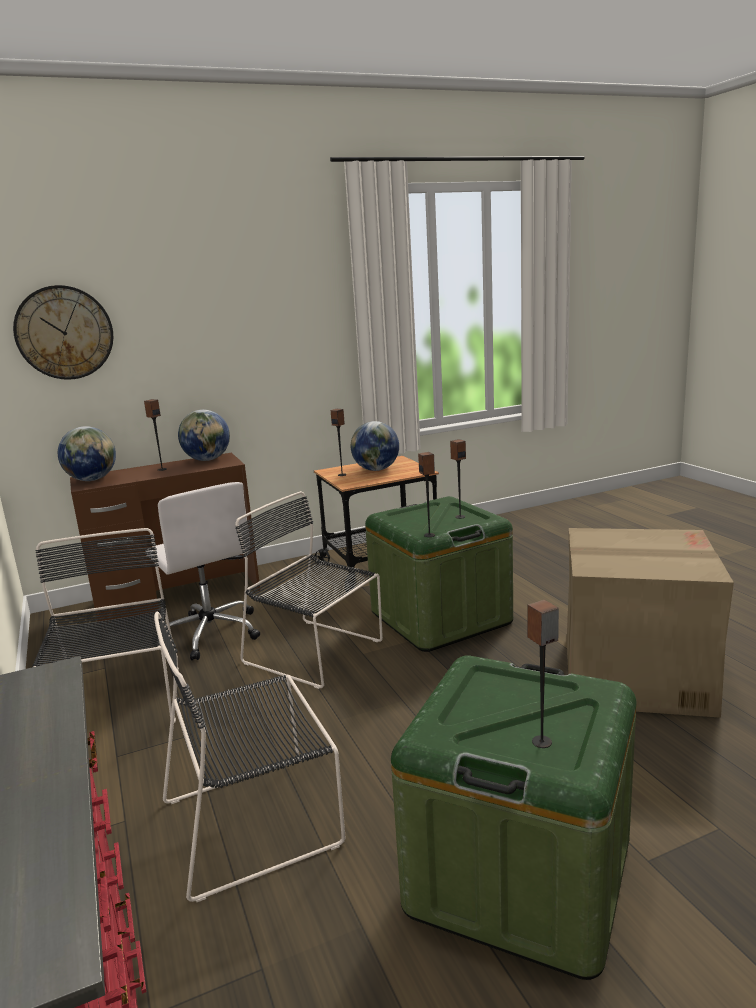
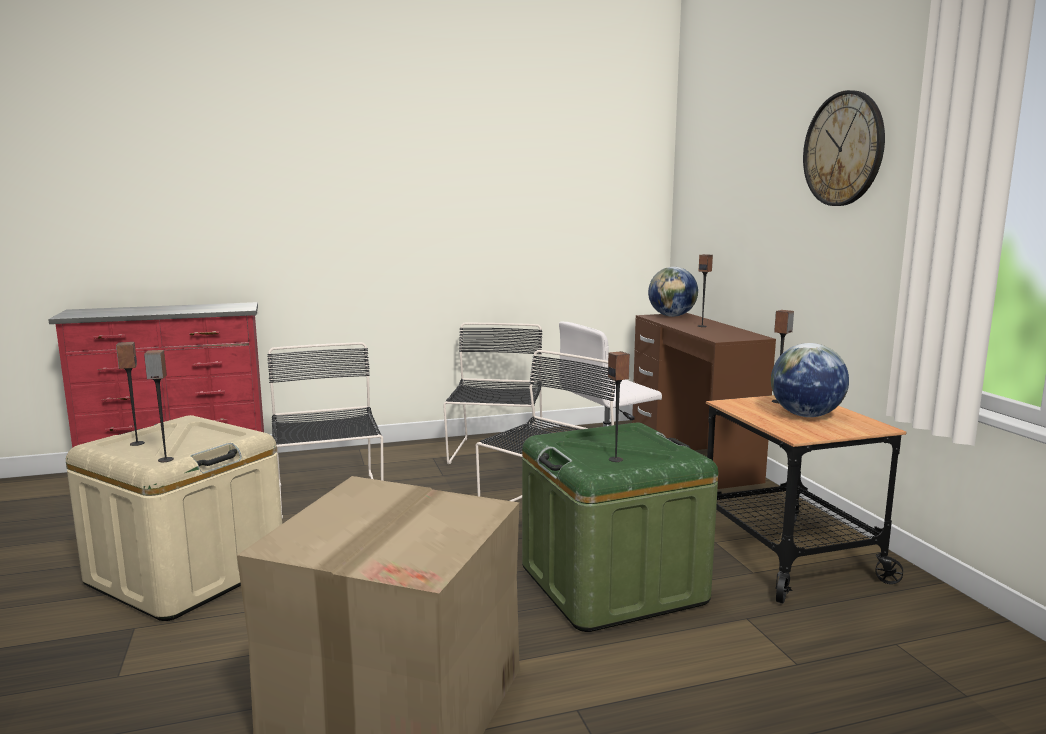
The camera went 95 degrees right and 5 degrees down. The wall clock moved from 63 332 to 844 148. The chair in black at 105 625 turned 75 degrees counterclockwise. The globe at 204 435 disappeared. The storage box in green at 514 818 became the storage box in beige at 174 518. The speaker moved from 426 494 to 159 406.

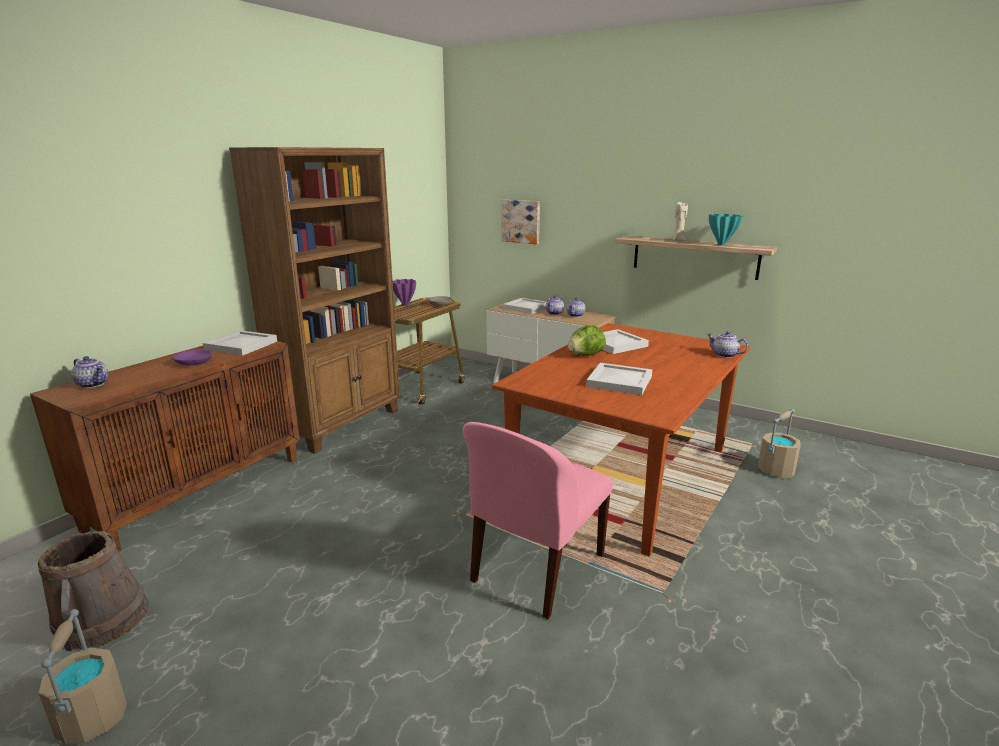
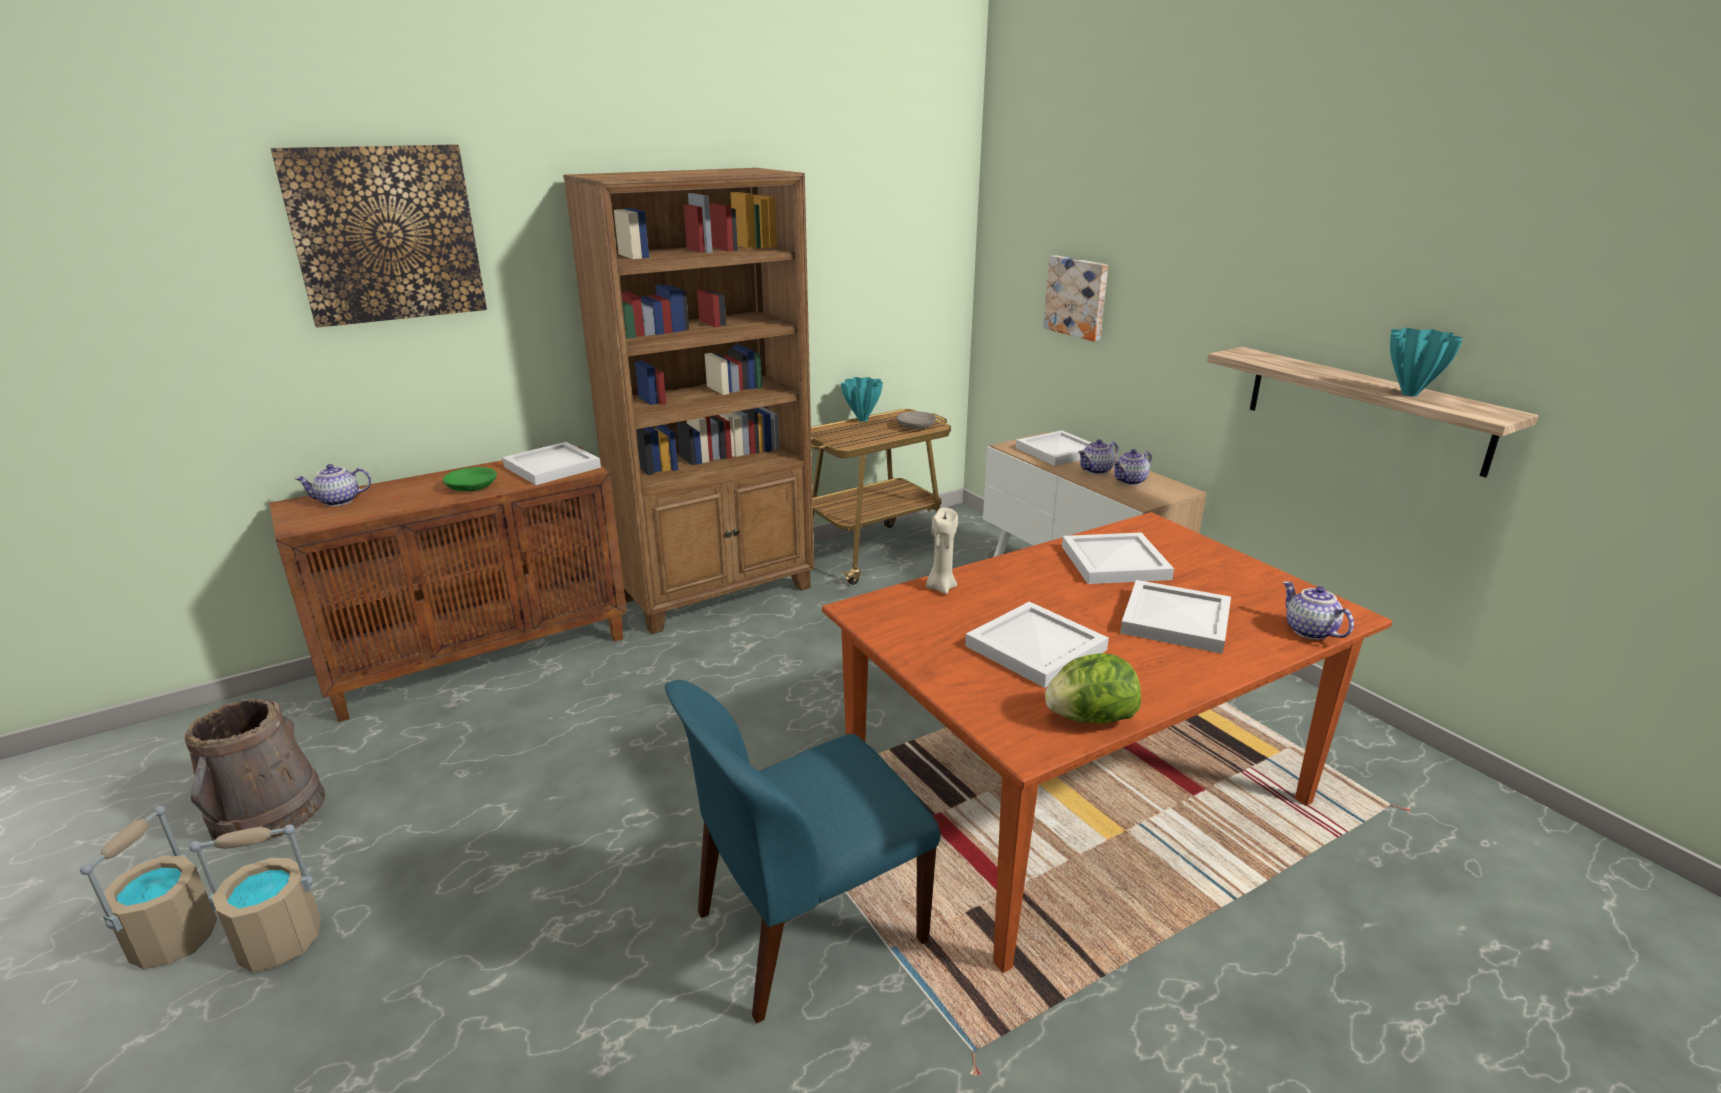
The camera went 25 degrees right and 5 degrees up. The teapot at 90 372 turned 105 degrees clockwise. The bowl in purple at 193 357 became the bowl in green at 470 479. The vase in purple at 404 292 became the vase in turquoise at 862 399. The chair in pink at 538 520 became the chair in blue at 803 851. The lettuce moved from 587 340 to 1093 688. The candle in beige moved from 680 221 to 942 550. The bucket in beige moved from 779 443 to 255 898. The picture at 378 236 appeared. The tray in white at 1175 617 appeared.

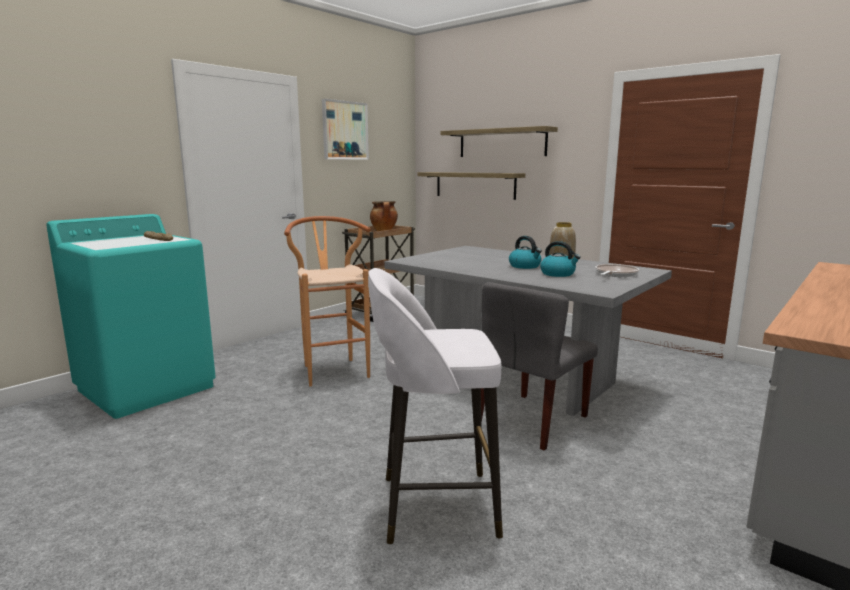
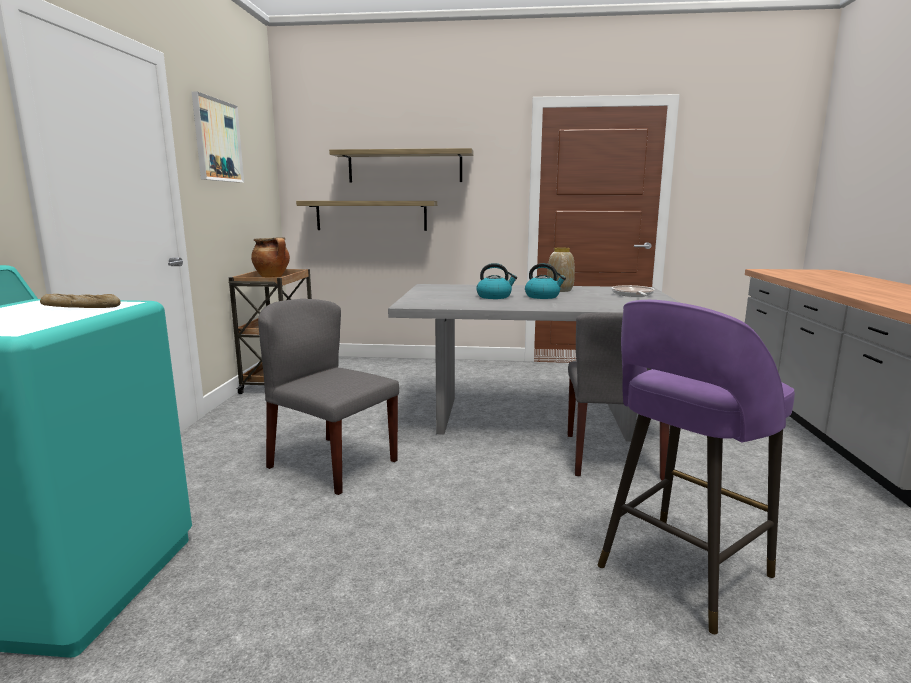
The camera went 35 degrees left and 0 degrees up. The stool in brown at 327 301 was replaced by the chair in grey at 328 397. The stool in white at 435 406 became the stool in purple at 696 467. The kettle moved from 560 259 to 496 281.

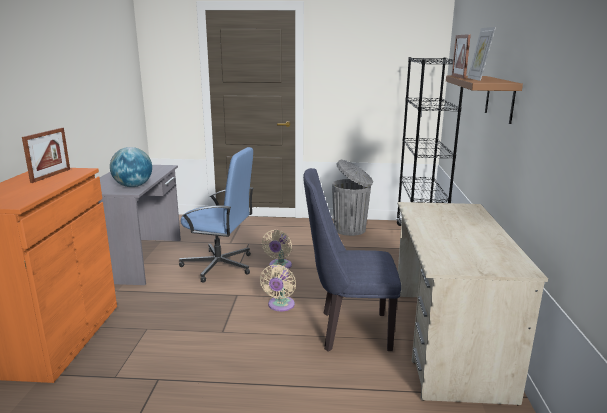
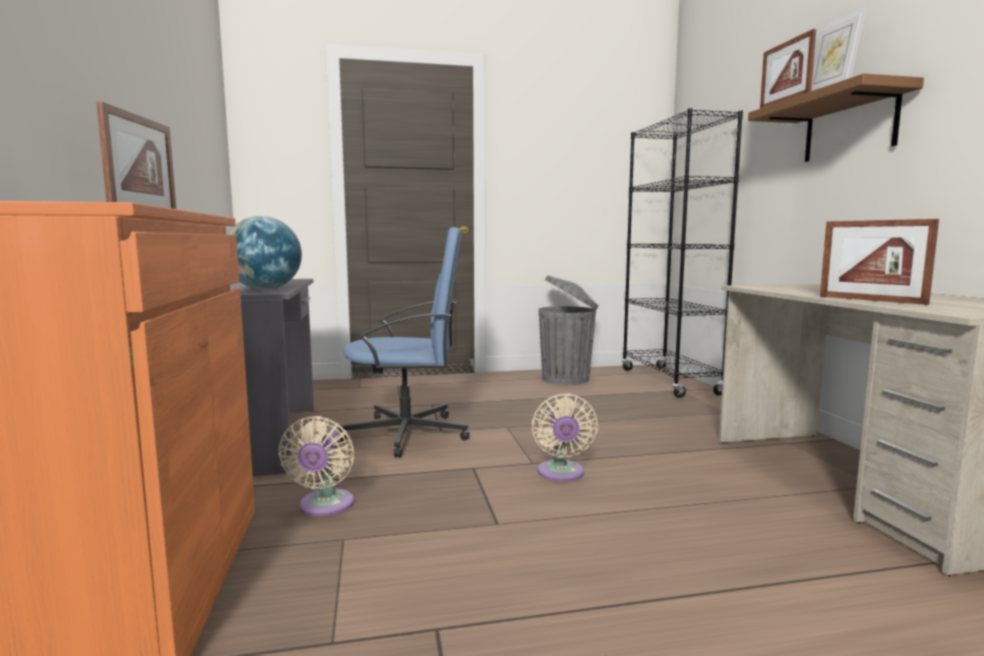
The camera went 15 degrees left and 10 degrees down. The fan in beige moved from 277 249 to 316 466. The chair in blue at 352 260 disappeared. The picture frame at 879 262 appeared.

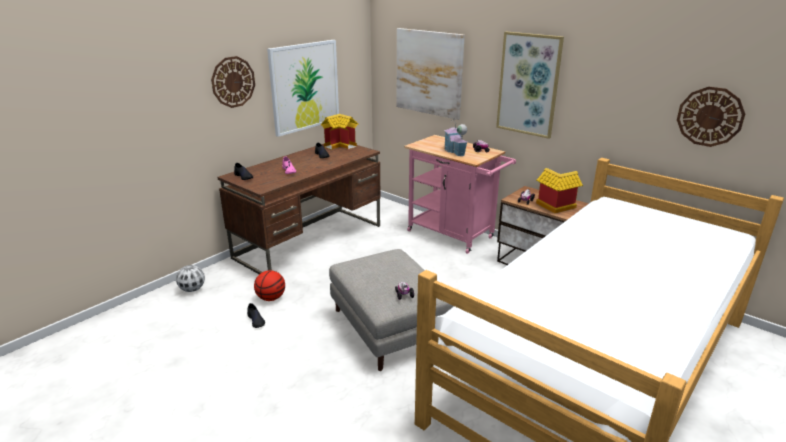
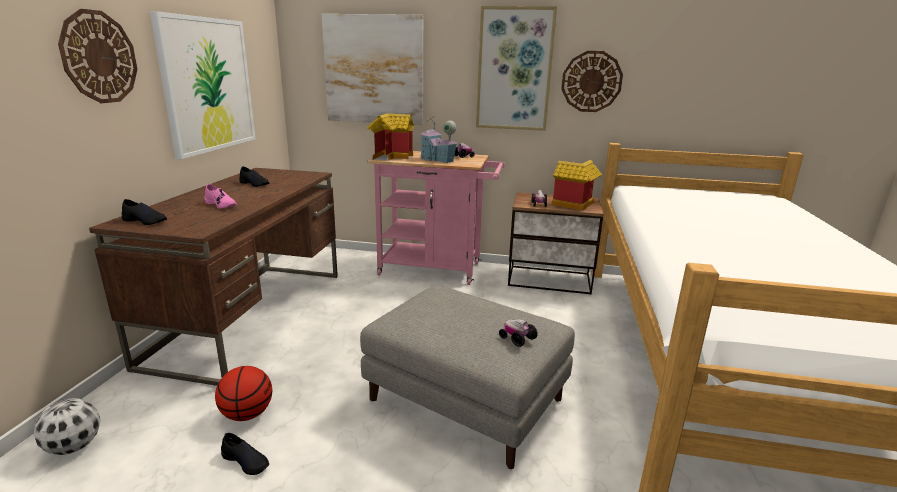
The camera went 30 degrees left and 5 degrees down. The toy house moved from 339 131 to 390 137. The wall clock moved from 711 117 to 592 81.

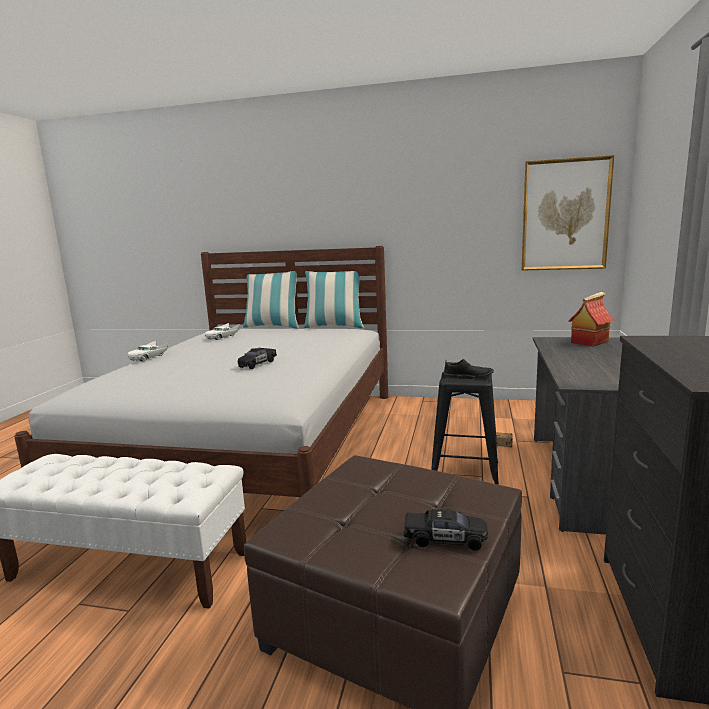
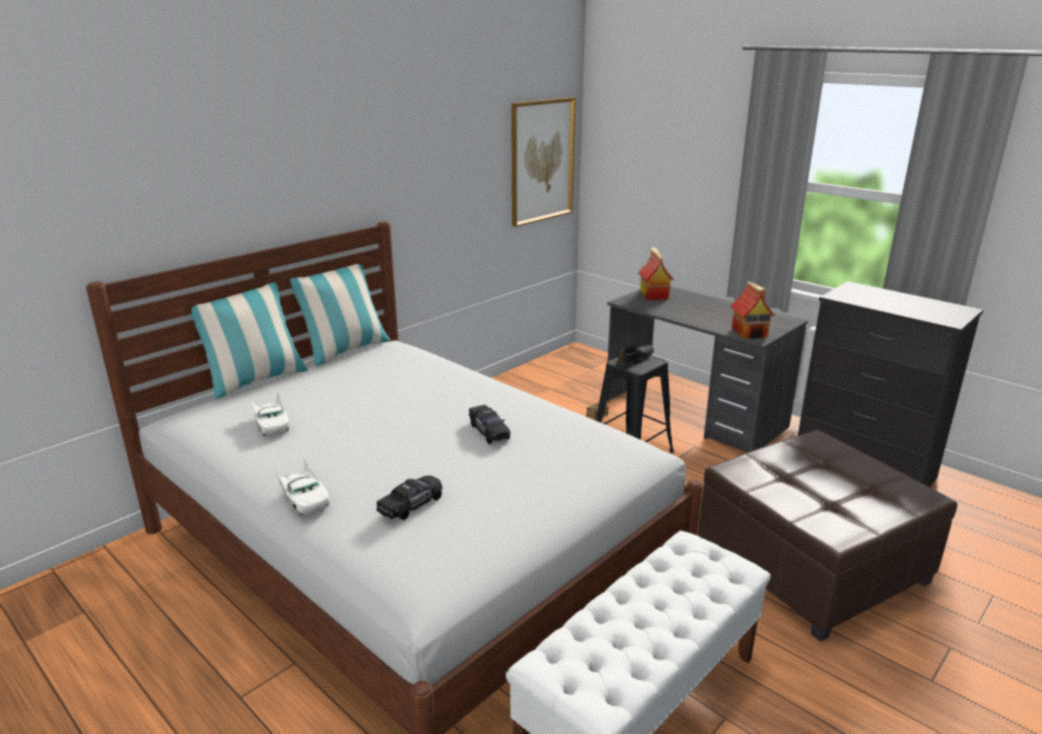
The camera went 60 degrees left and 10 degrees up. The toy car in black moved from 446 529 to 409 497. The toy house at 752 310 appeared.

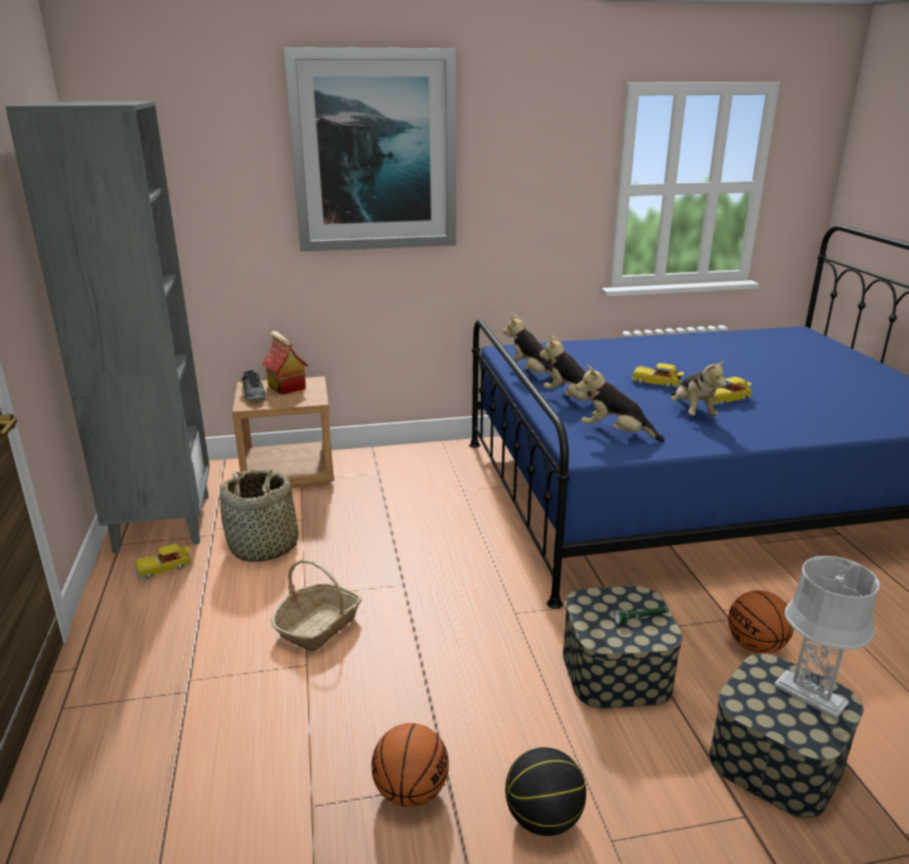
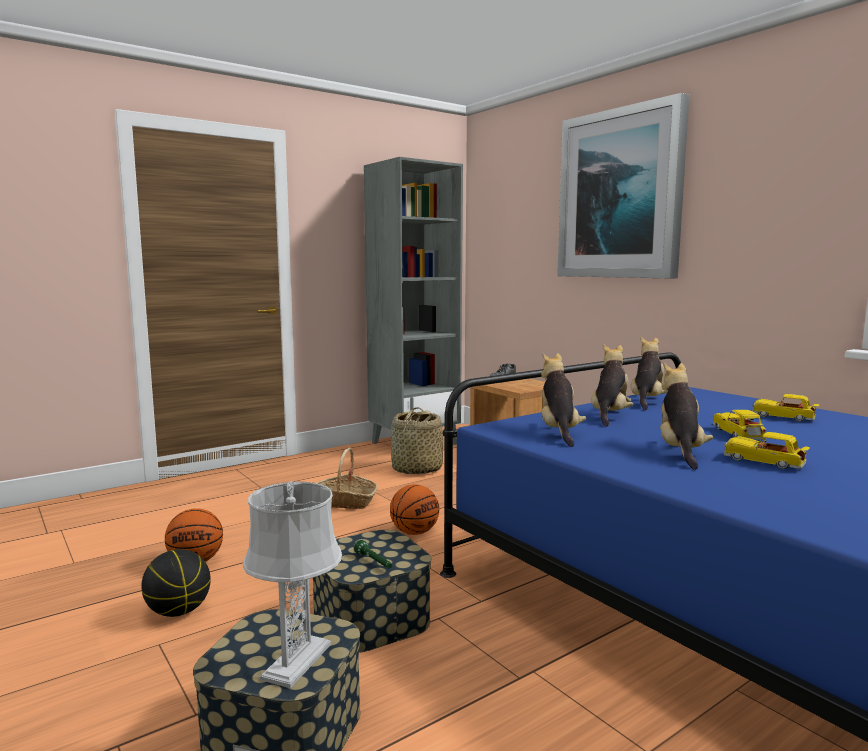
The camera went 65 degrees right and 15 degrees down. The toy car moved from 163 561 to 785 407. The toy house at 285 363 disappeared. The plush toy at 699 387 turned 135 degrees clockwise. The basketball moved from 761 622 to 414 509.

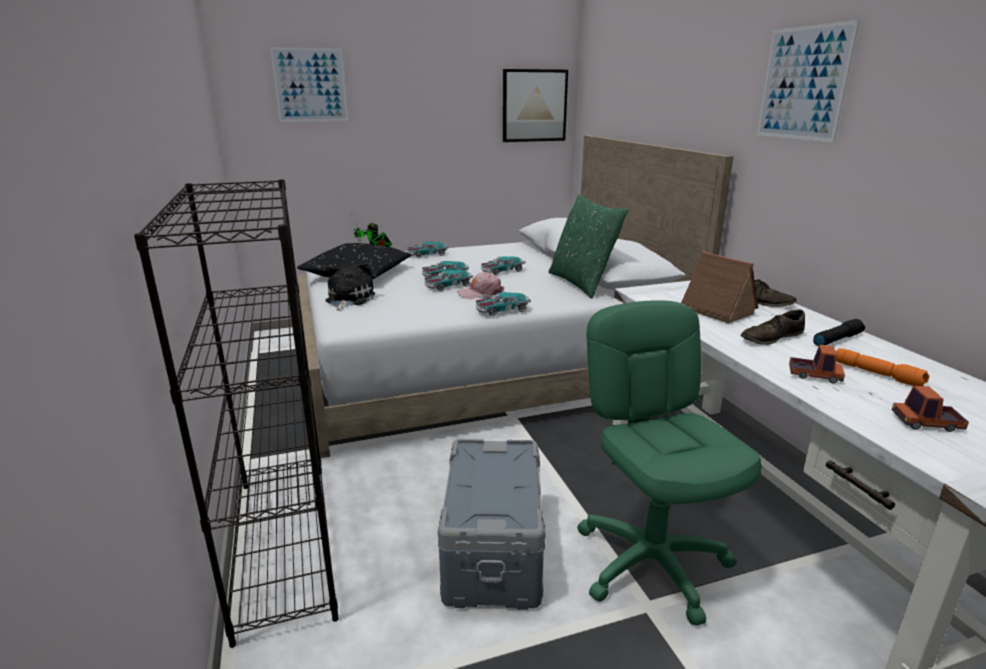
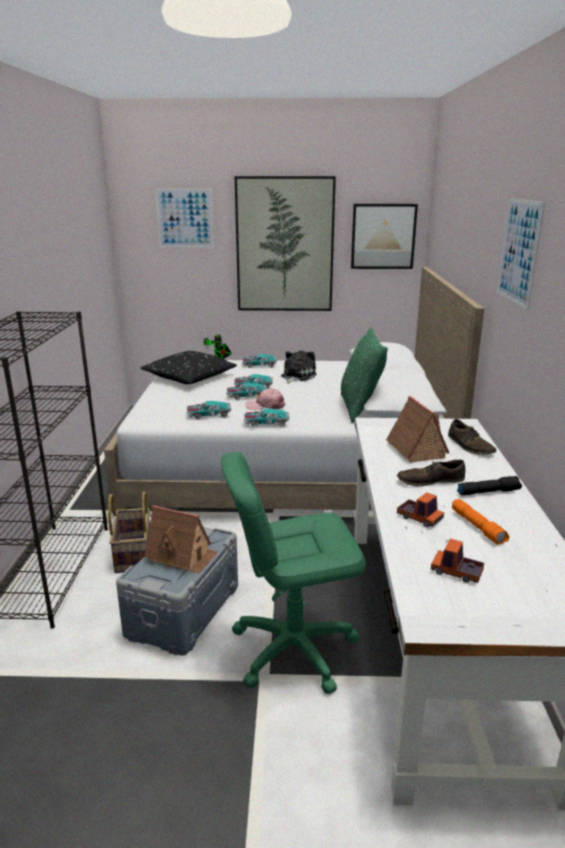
The camera went 20 degrees right and 0 degrees up. The plush toy moved from 350 287 to 298 367. The toy car moved from 503 266 to 208 410. The office chair in green at 669 463 turned 105 degrees counterclockwise. The basket at 129 532 appeared. The toy house at 181 539 appeared. The picture at 285 243 appeared.

